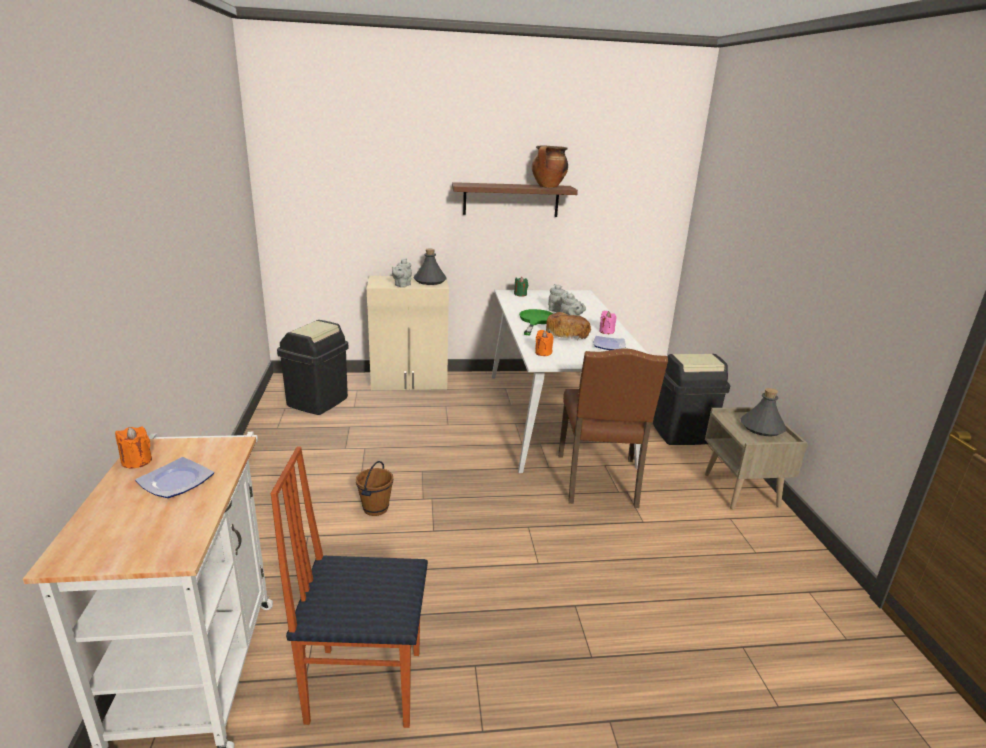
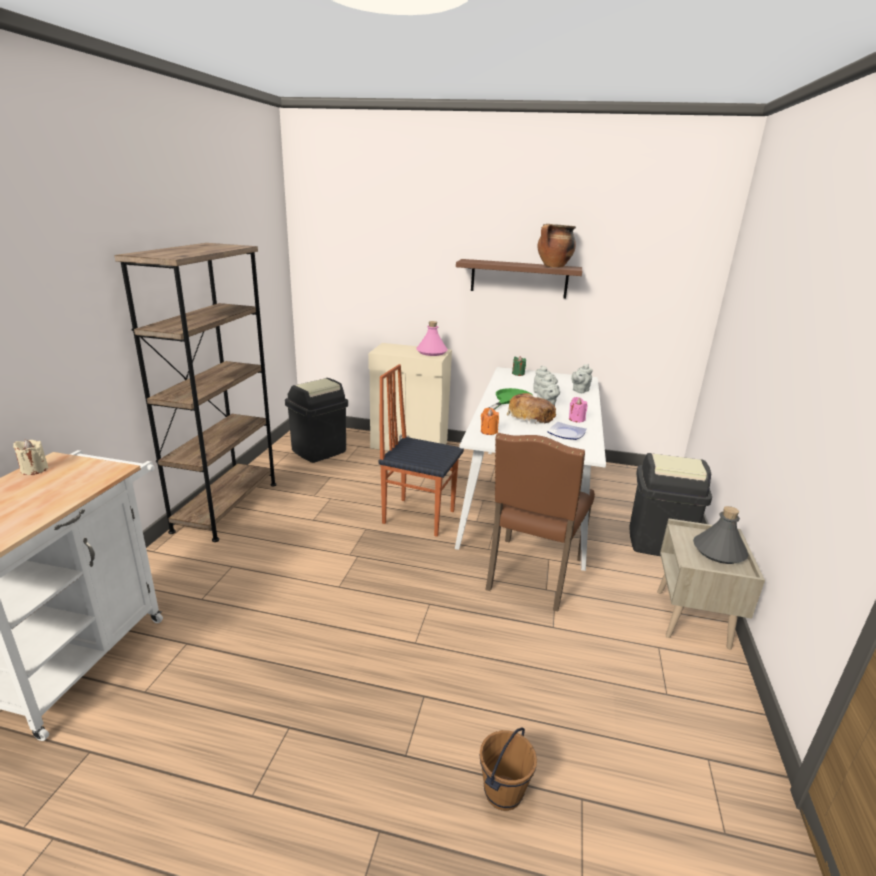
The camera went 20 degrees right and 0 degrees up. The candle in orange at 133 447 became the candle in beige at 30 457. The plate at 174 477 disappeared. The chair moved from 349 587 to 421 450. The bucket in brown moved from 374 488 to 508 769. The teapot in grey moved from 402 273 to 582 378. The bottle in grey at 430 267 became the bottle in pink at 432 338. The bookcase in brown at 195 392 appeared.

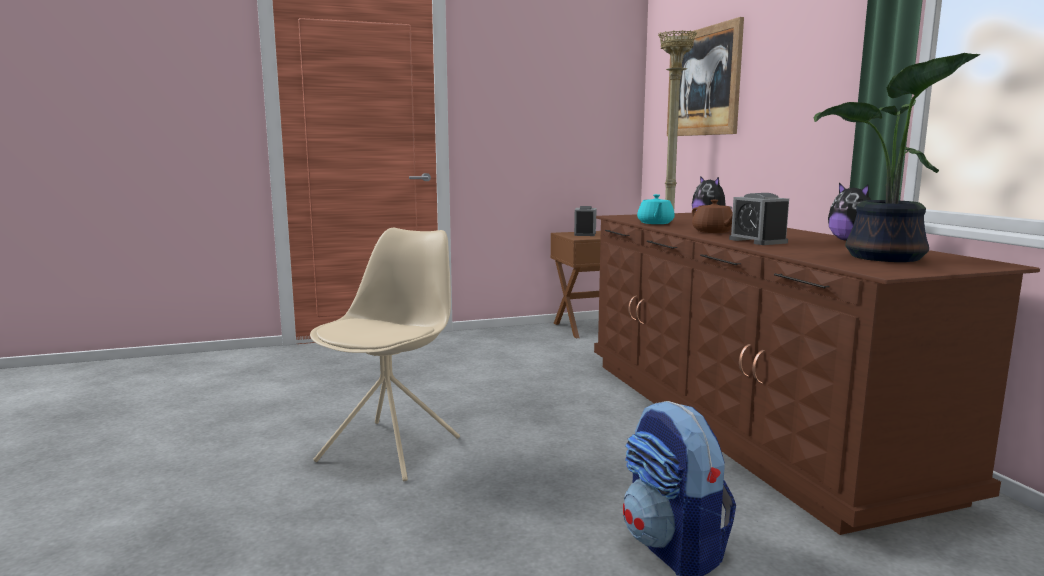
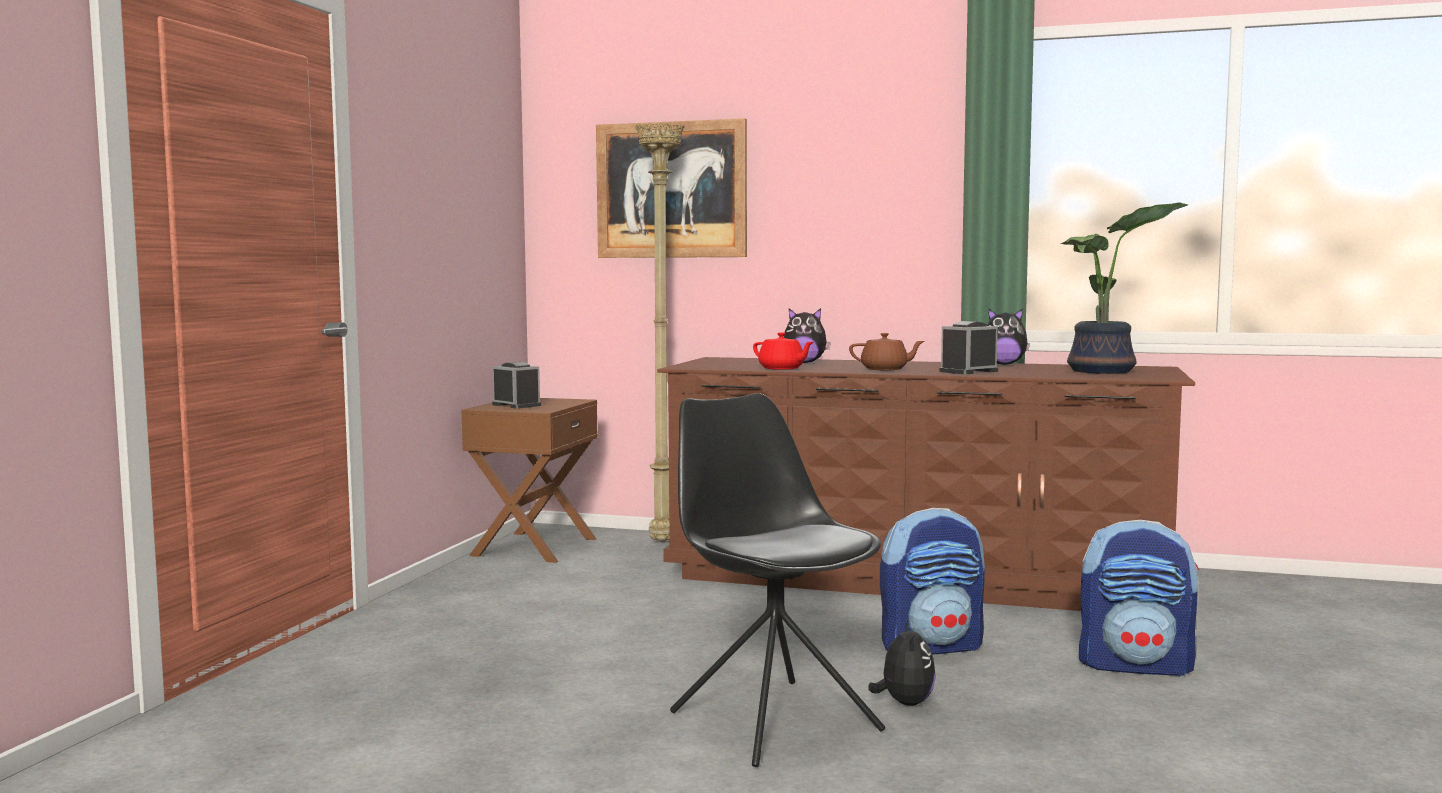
The camera went 55 degrees left and 5 degrees down. The chair in beige at 385 354 became the chair in black at 777 580. The teapot in turquoise at 656 209 became the teapot in red at 783 351. The alarm clock at 759 219 turned 135 degrees clockwise. The plush toy at 901 663 appeared. The backpack at 932 581 appeared.

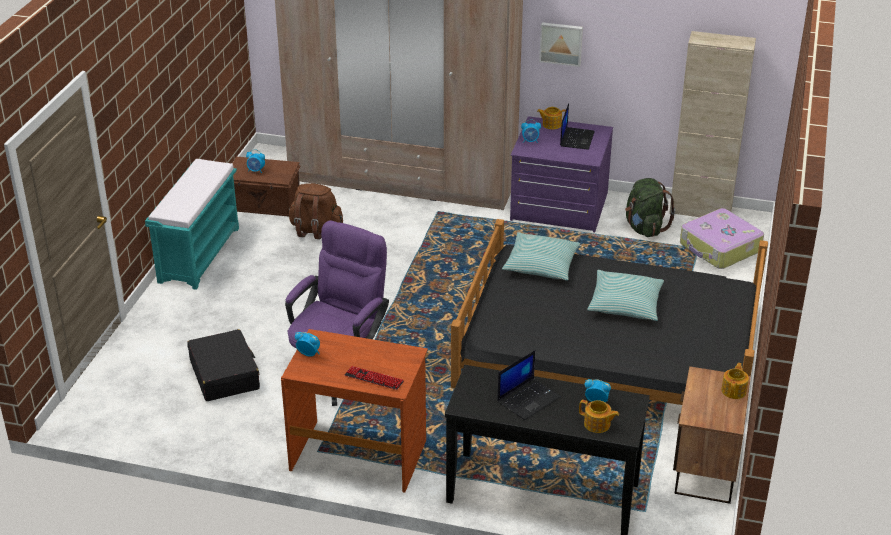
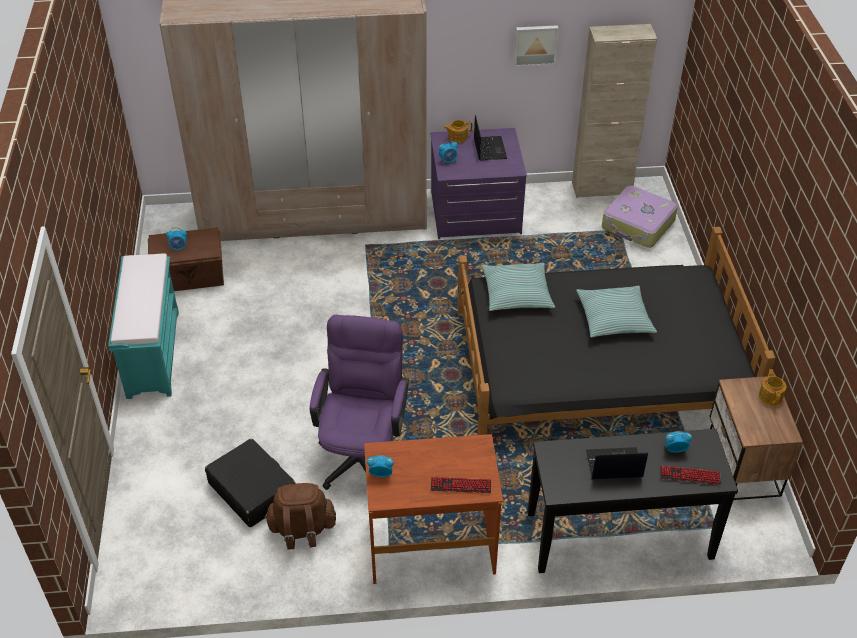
The camera went 20 degrees left and 10 degrees up. The backpack in brown moved from 315 211 to 300 516. The laptop at 529 385 turned 120 degrees counterclockwise. The picture moved from 561 44 to 536 46. The teapot at 599 416 was replaced by the keyboard at 690 475. The backpack in green at 650 207 disappeared.

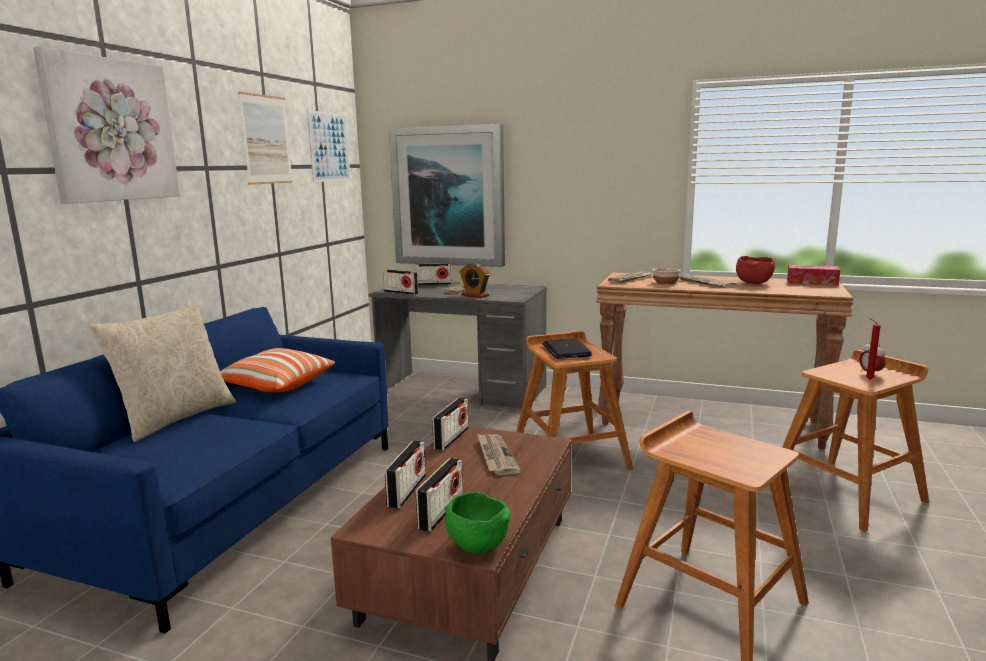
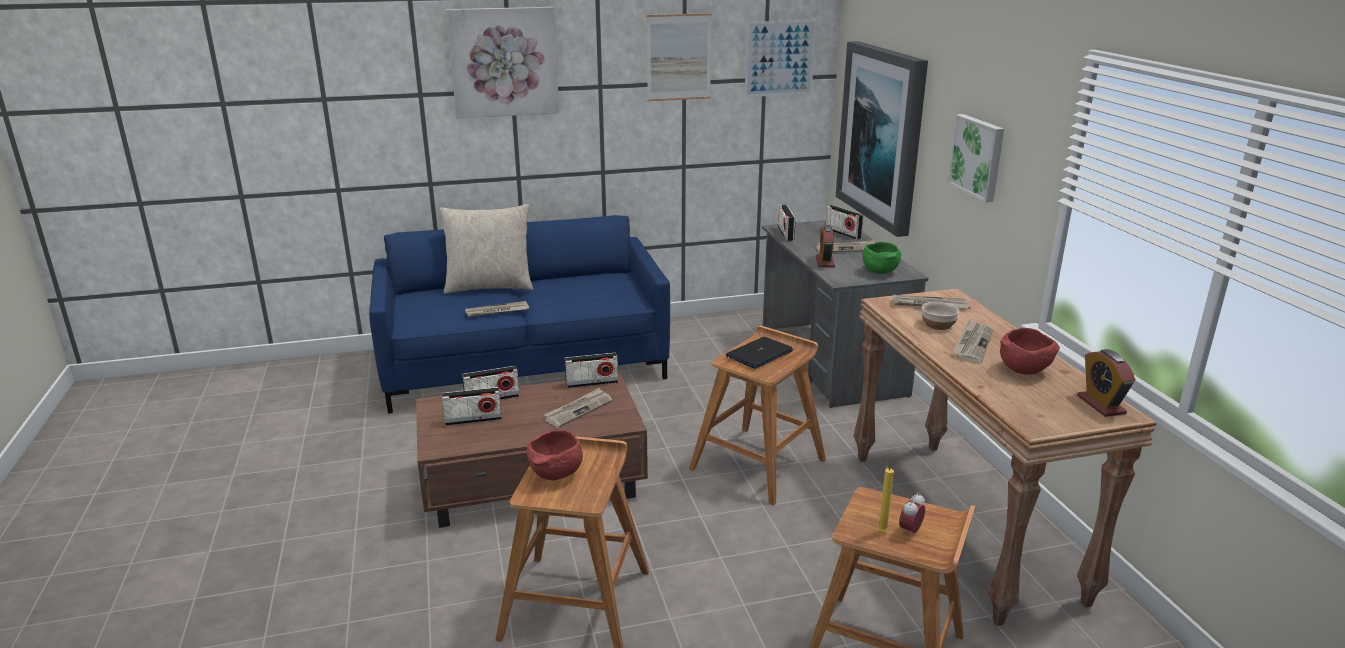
The camera went 55 degrees right and 10 degrees up. The pillow at 277 370 disappeared. The bowl in green moved from 477 523 to 881 258. The tissue box at 813 275 was replaced by the alarm clock at 1106 383. The candle in red at 873 349 became the candle in yellow at 886 496. The newspaper at 497 309 appeared. The bowl in red at 555 455 appeared. The picture at 975 158 appeared.

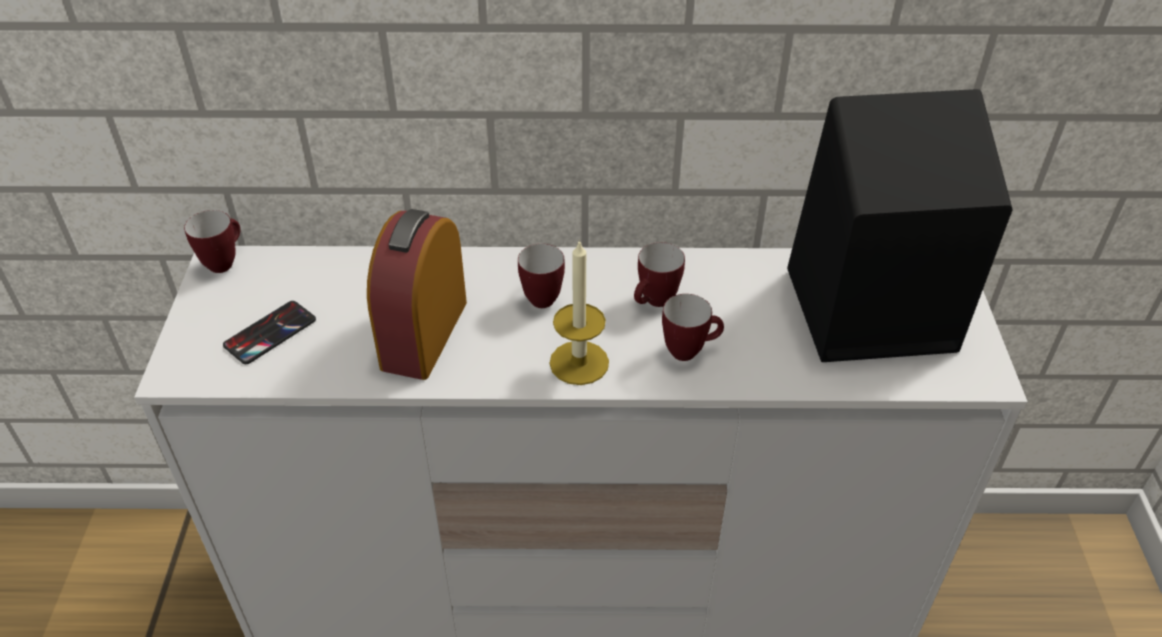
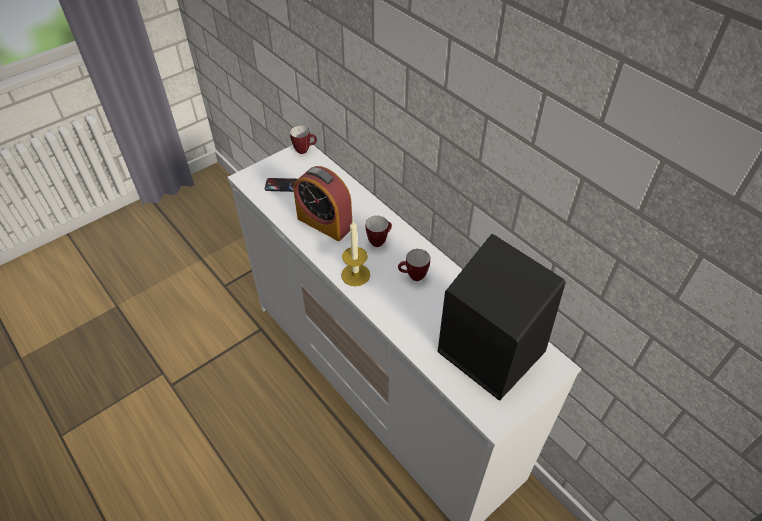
The camera went 50 degrees right and 5 degrees up. The alarm clock at 417 294 turned 120 degrees counterclockwise. The mug at 693 327 disappeared.

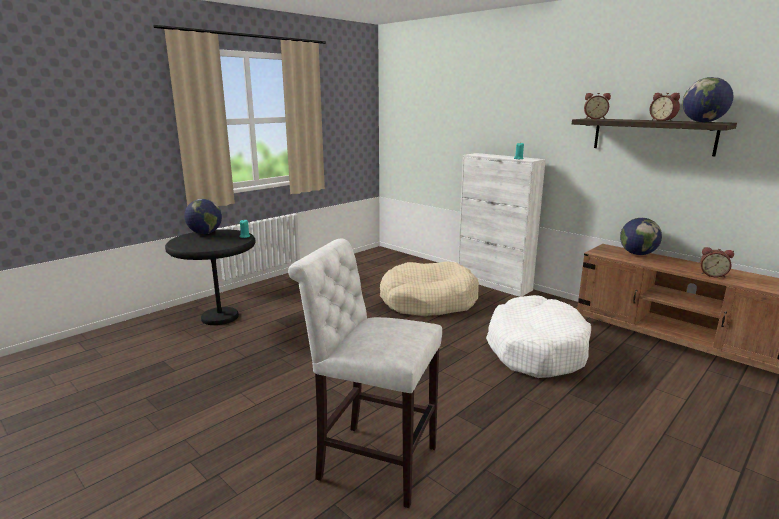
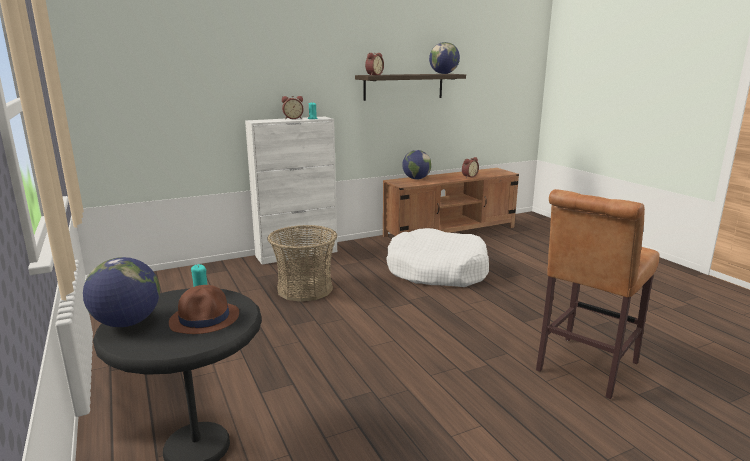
The camera went 70 degrees left and 0 degrees up. The stool in white at 365 373 became the stool in brown at 598 294. The dog bed in beige at 429 288 was replaced by the basket at 302 263. The alarm clock moved from 665 107 to 292 107. The hat in brown at 204 309 appeared.

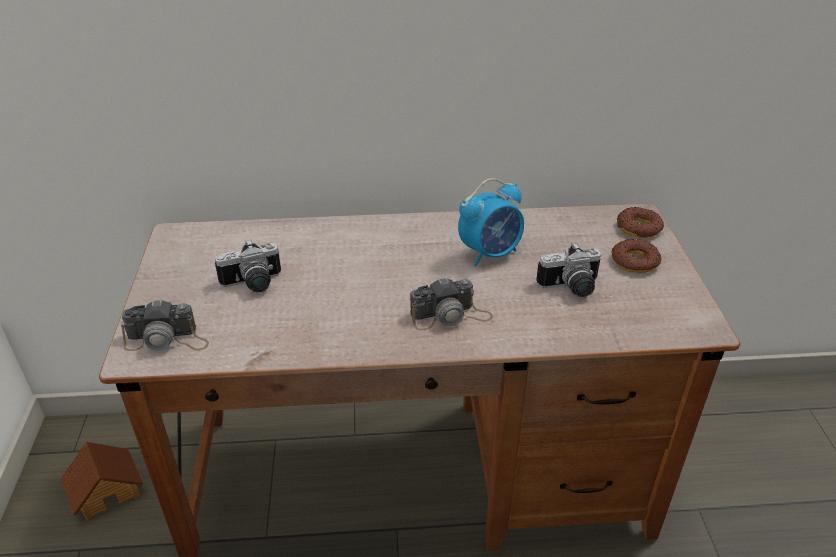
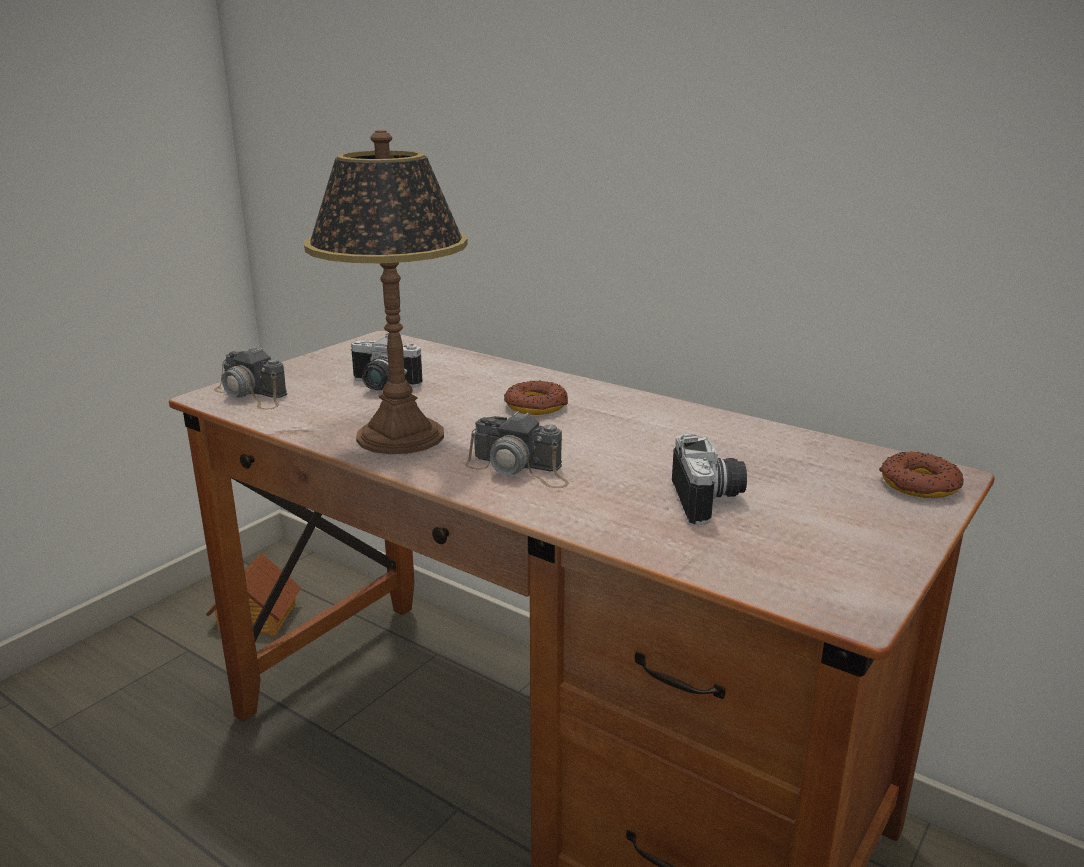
The camera went 40 degrees right and 15 degrees down. The alarm clock at 491 222 disappeared. The photo camera at 568 270 turned 120 degrees counterclockwise. The donut moved from 636 256 to 536 398. The table lamp at 386 292 appeared.

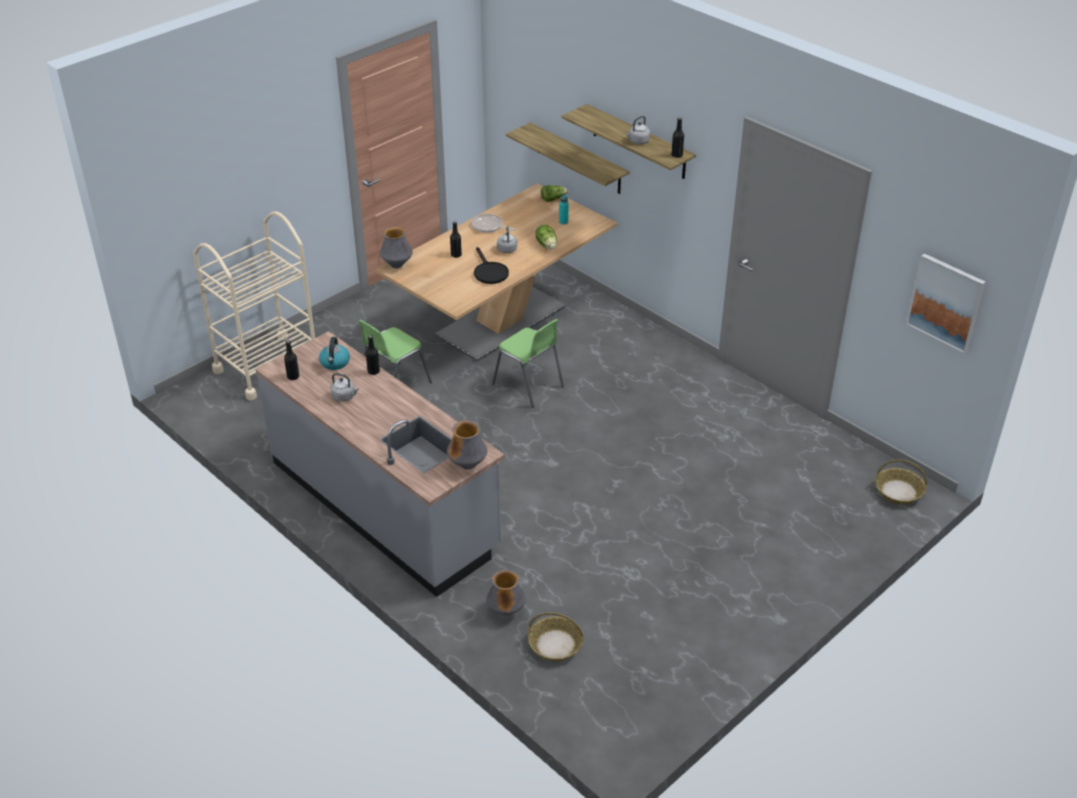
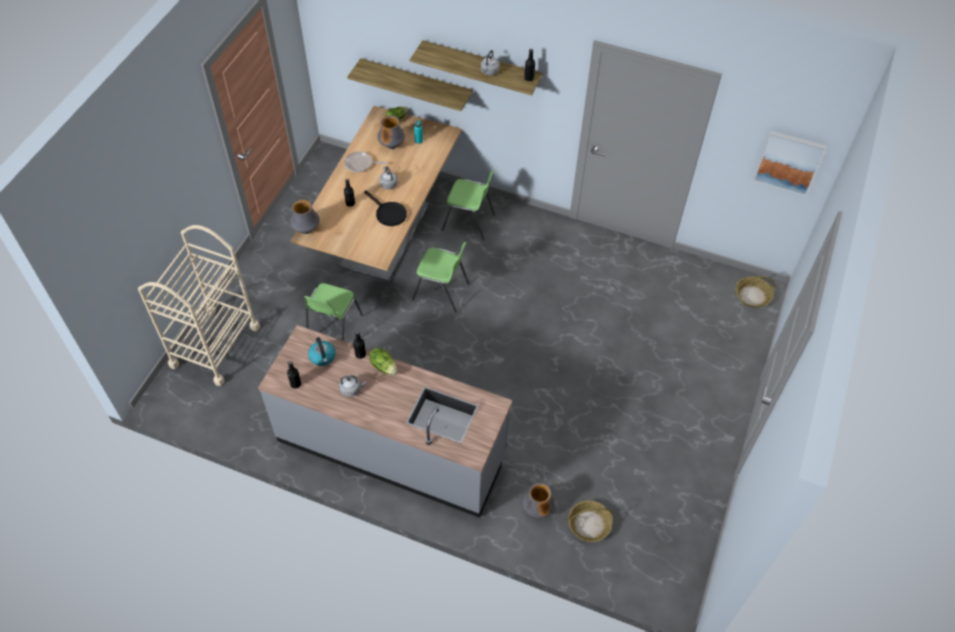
The camera went 25 degrees left and 15 degrees up. The vase moved from 467 445 to 391 132. The lettuce moved from 546 237 to 383 361. The chair in green at 468 205 appeared.

